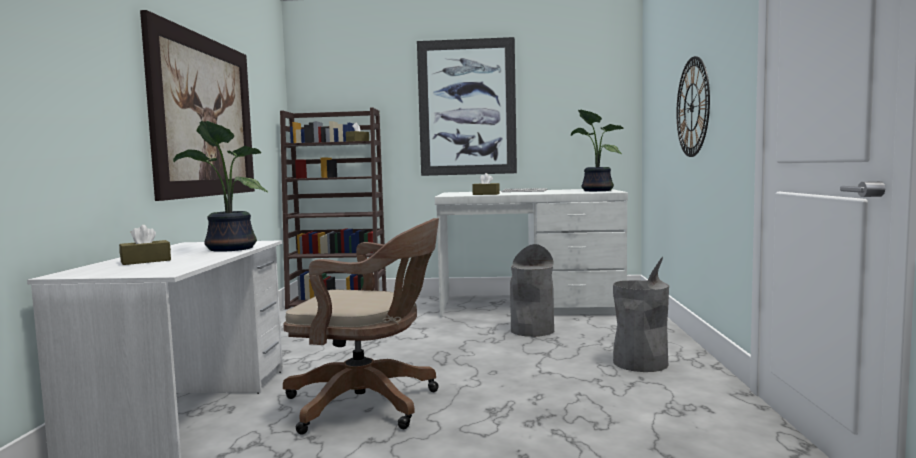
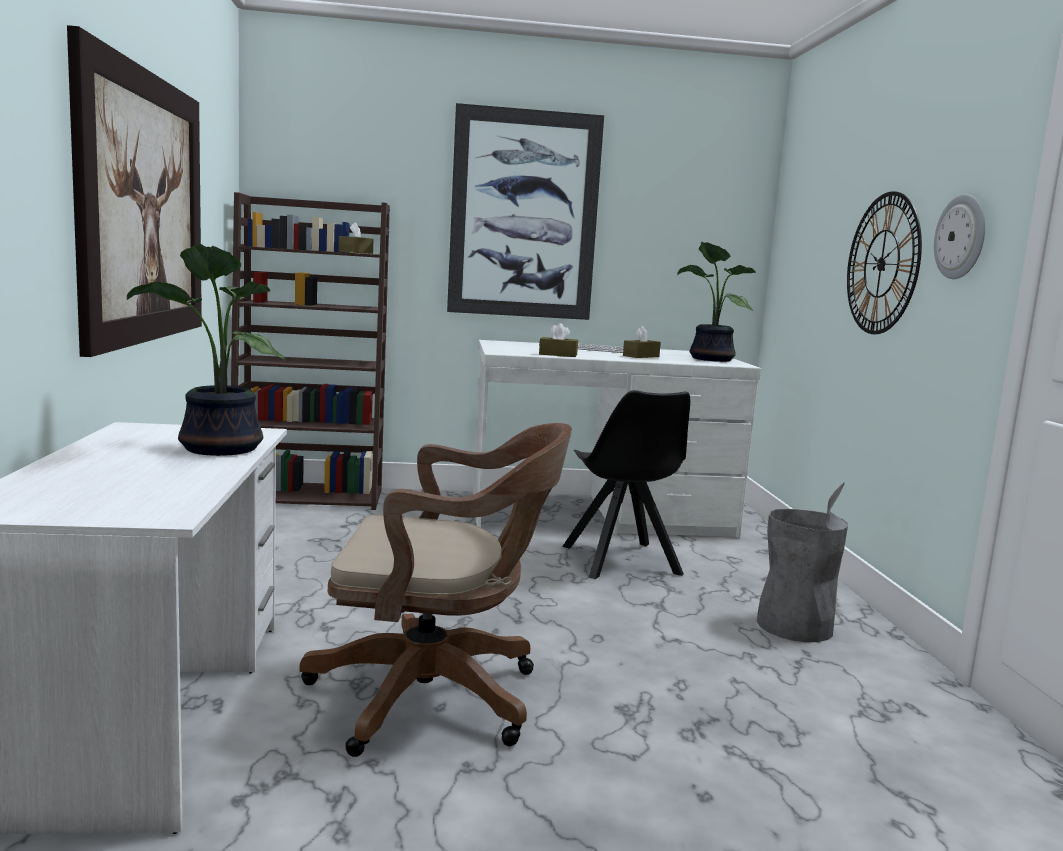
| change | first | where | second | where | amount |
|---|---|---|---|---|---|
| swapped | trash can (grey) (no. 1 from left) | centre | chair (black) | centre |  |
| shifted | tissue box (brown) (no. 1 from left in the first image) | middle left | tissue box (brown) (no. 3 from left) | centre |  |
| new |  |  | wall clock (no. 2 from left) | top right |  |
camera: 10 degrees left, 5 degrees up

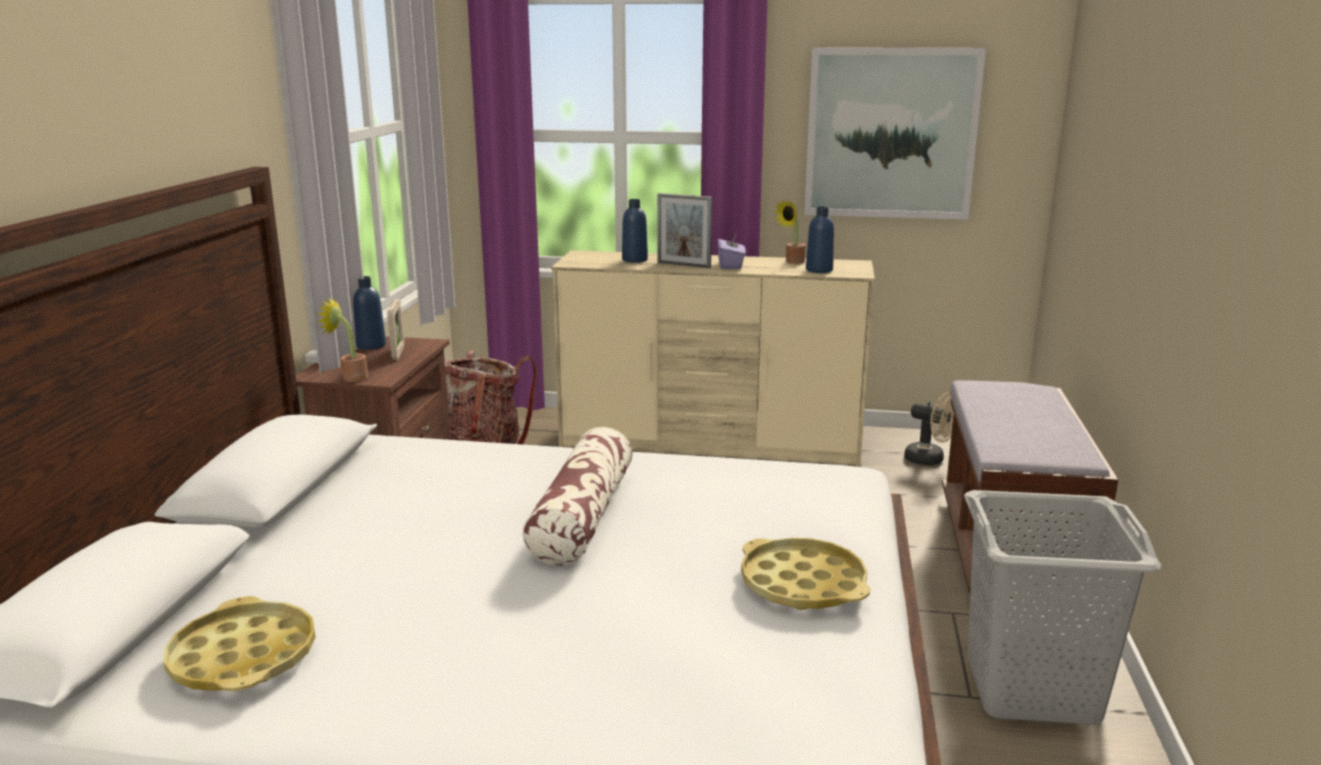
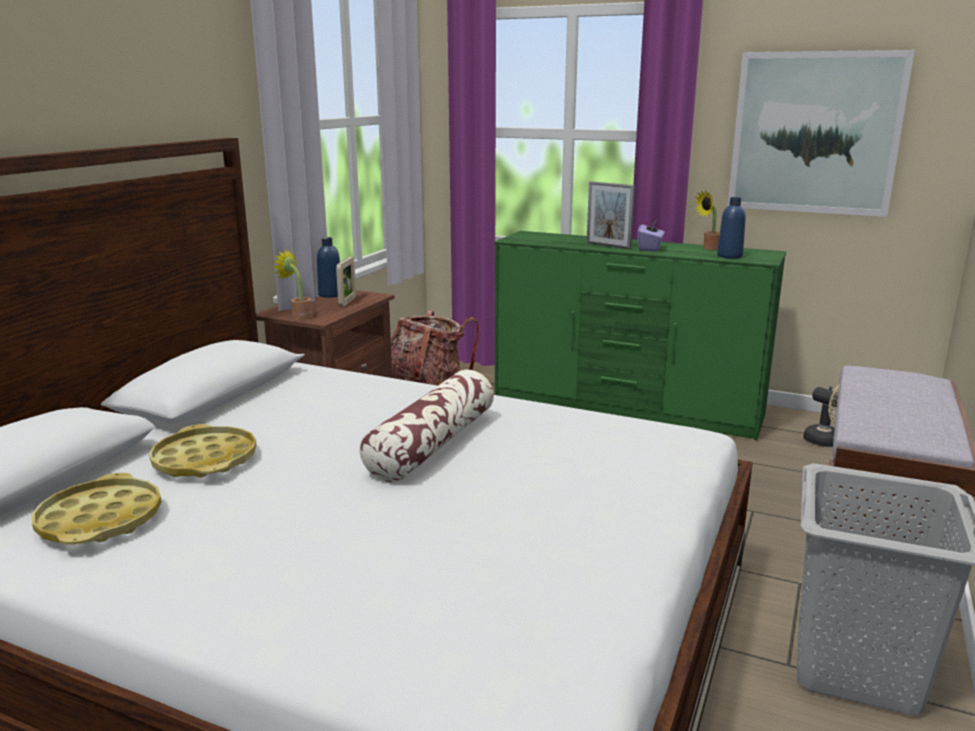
| change | first | where | second | where | amount |
|---|---|---|---|---|---|
| shifted | tray (yellow) (no. 2 from left) | bottom centre |  | middle left |  |
| repainted | dresser (beige) | centre | dresser (green) | centre |  |
| gone | bottle (blue) (no. 2 from left) | top centre |  |  |  |
camera: 15 degrees right, 0 degrees up

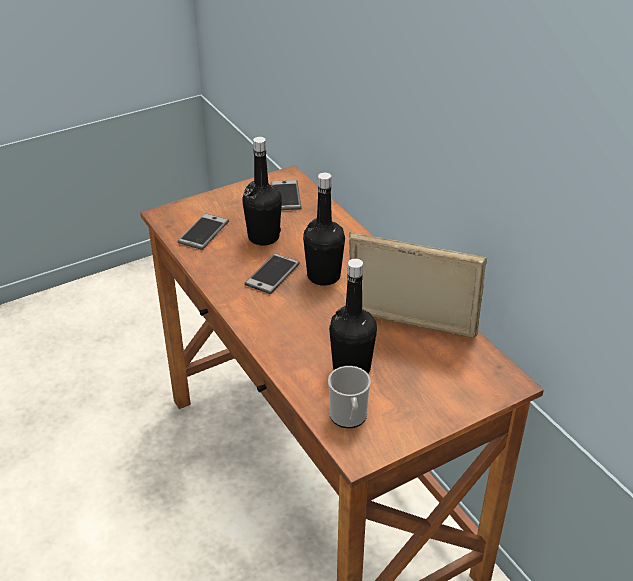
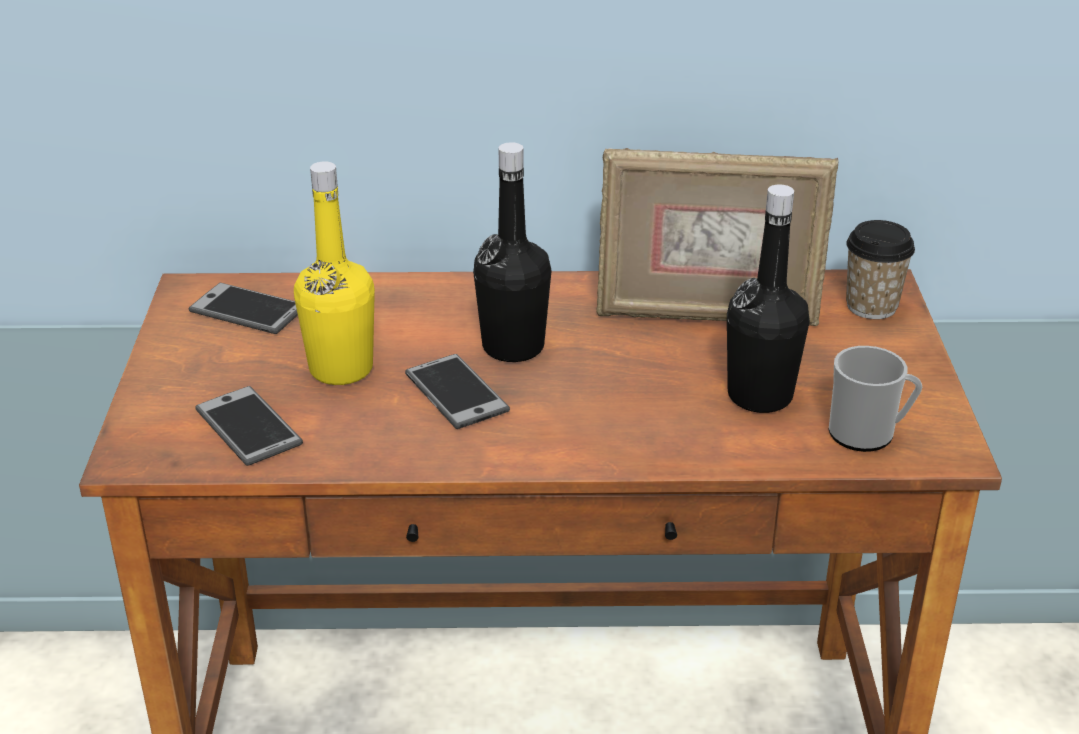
| change | first | where | second | where | amount |
|---|---|---|---|---|---|
| repainted | bottle (black) (no. 1 from left) | top centre | bottle (yellow) | middle left |  |
| rotated | picture frame | centre |  | top centre | 135 degrees counterclockwise |
| new |  |  | cup | middle right |  |
camera: 60 degrees left, 5 degrees down

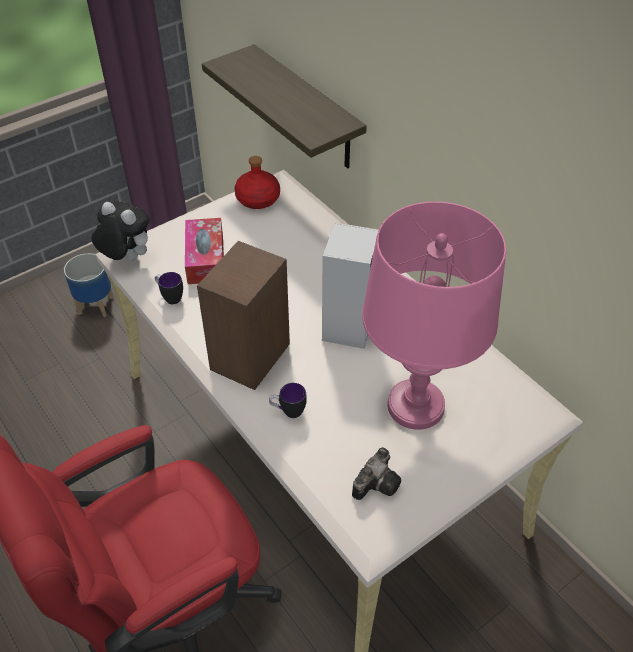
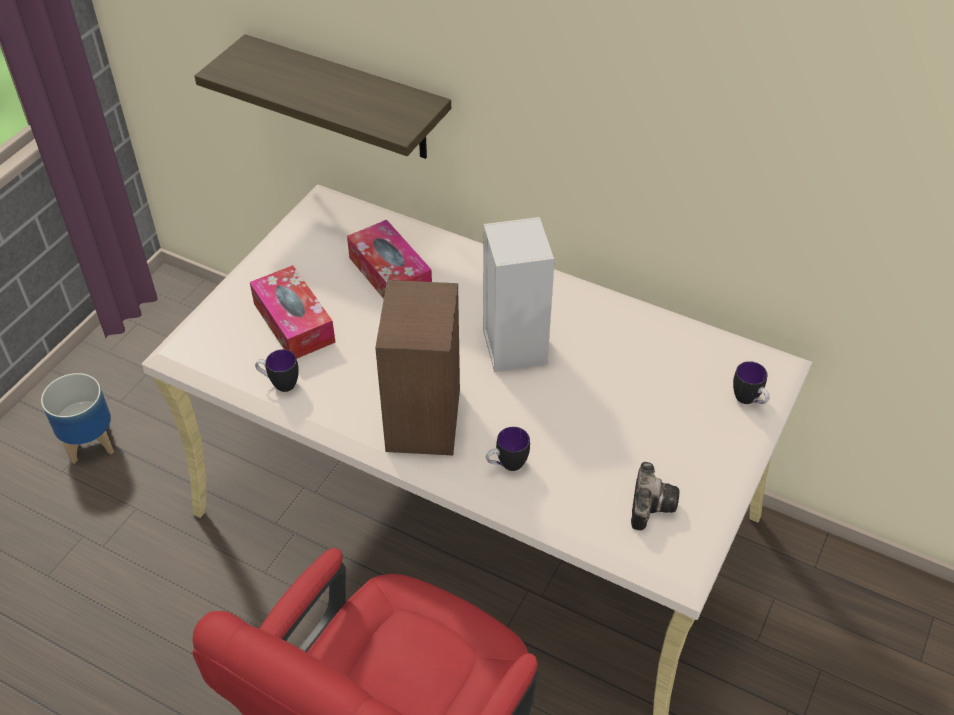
| change | first | where | second | where | amount |
|---|---|---|---|---|---|
| new |  |  | tissue box (no. 2 from left) | centre |  |
| new |  |  | mug (no. 3 from left) | middle right |  |
| gone | plush toy | middle left |  |  |  |
| gone | bottle (red) | top centre |  |  |  |
| gone | table lamp (pink) | middle right |  |  |  |
camera: 25 degrees left, 0 degrees up

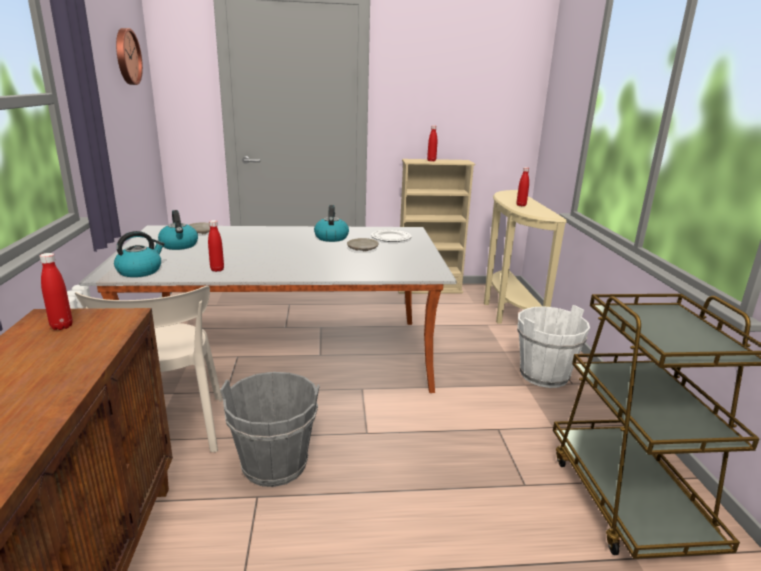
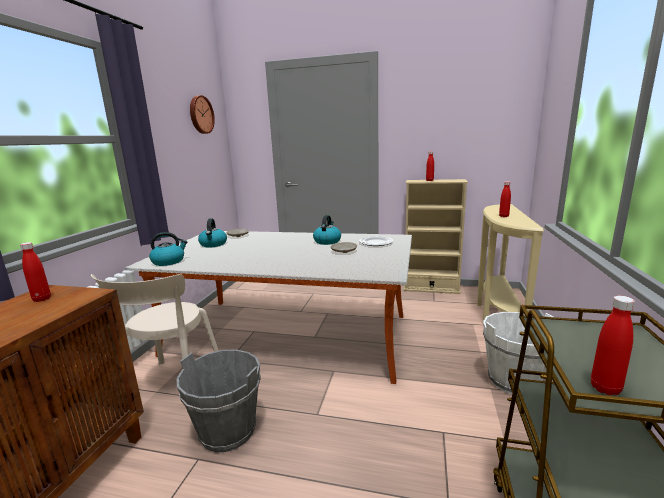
| change | first | where | second | where | amount |
|---|---|---|---|---|---|
| shifted | bottle (red) (no. 2 from left in the first image) | middle left | bottle (red) (no. 4 from left) | bottom right |  |
camera: 20 degrees right, 5 degrees down

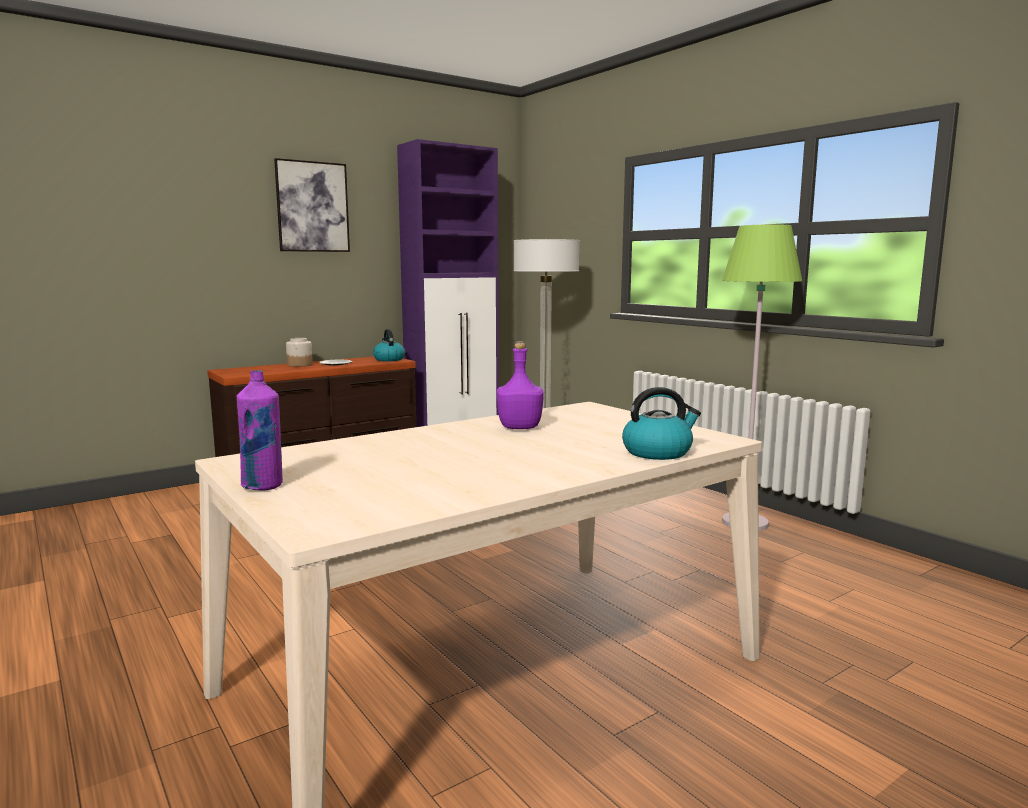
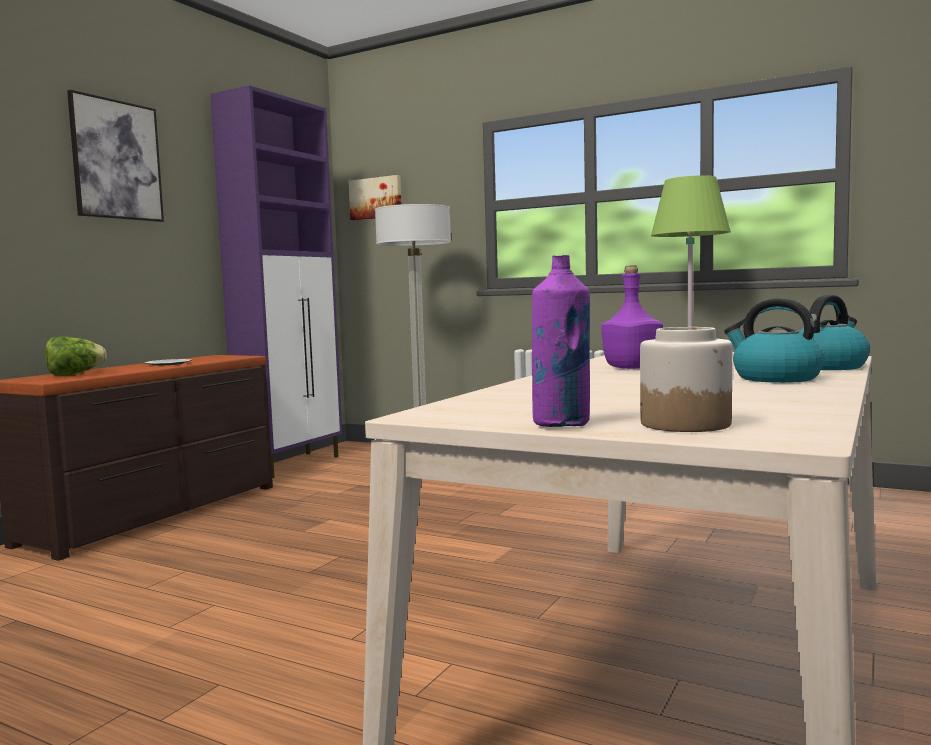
| change | first | where | second | where | amount |
|---|---|---|---|---|---|
| new |  |  | lettuce | middle left |  |
| new |  |  | picture (no. 2 from left) | top centre |  |
| shifted | jar | middle left |  | middle right |  |
| shifted | kettle (no. 1 from left) | centre |  | middle right |  |
camera: 25 degrees left, 5 degrees down

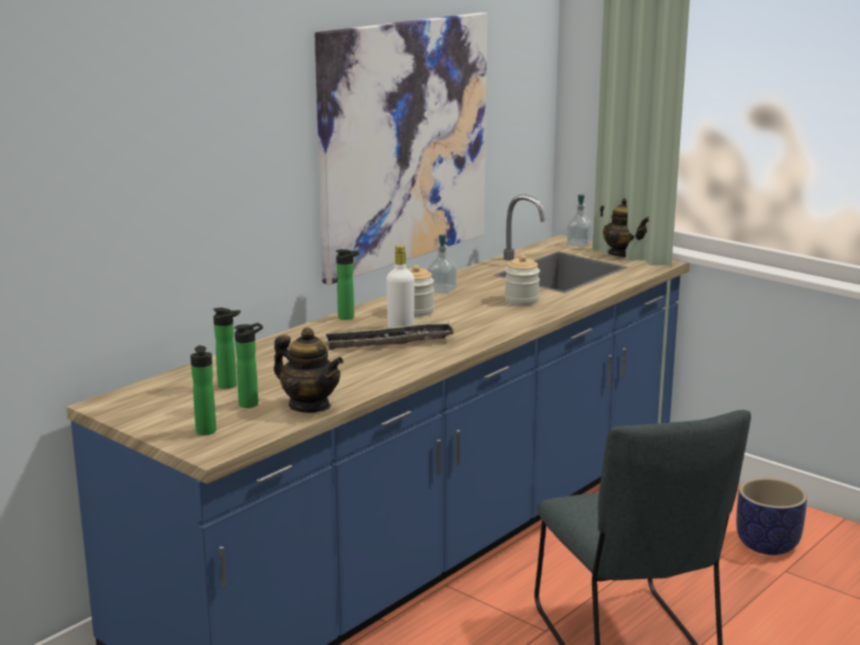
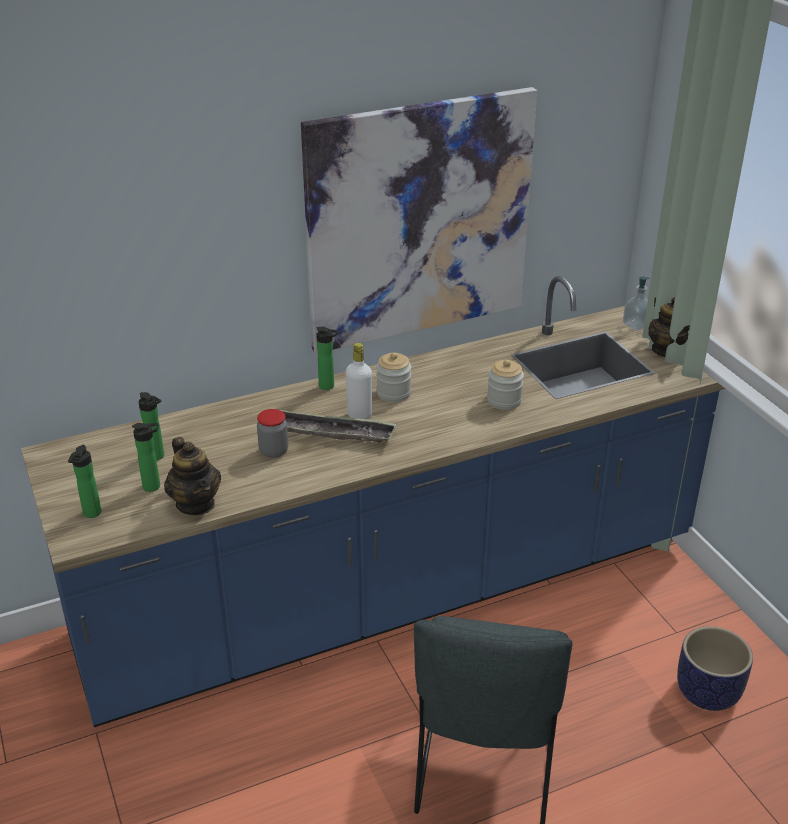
| change | first | where | second | where | amount |
|---|---|---|---|---|---|
| new |  |  | jar (no. 1 from left) | centre |  |
| gone | soap dispenser (no. 1 from left) | centre |  |  |  |
camera: 25 degrees right, 15 degrees up

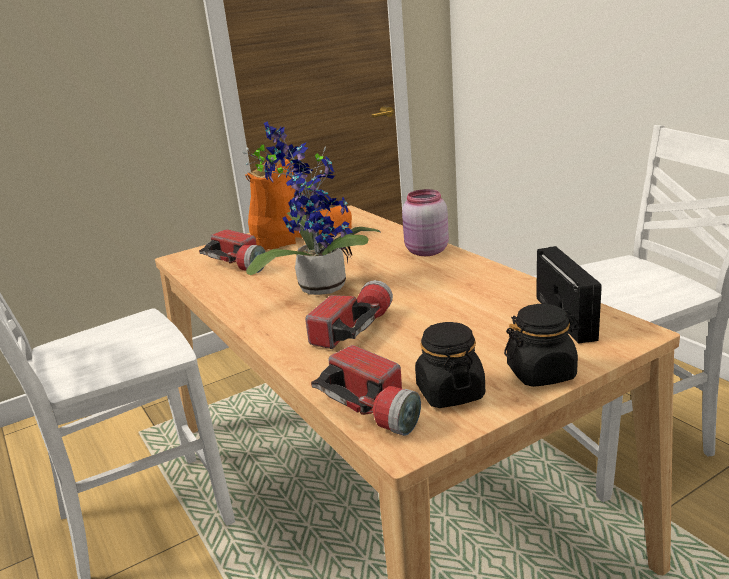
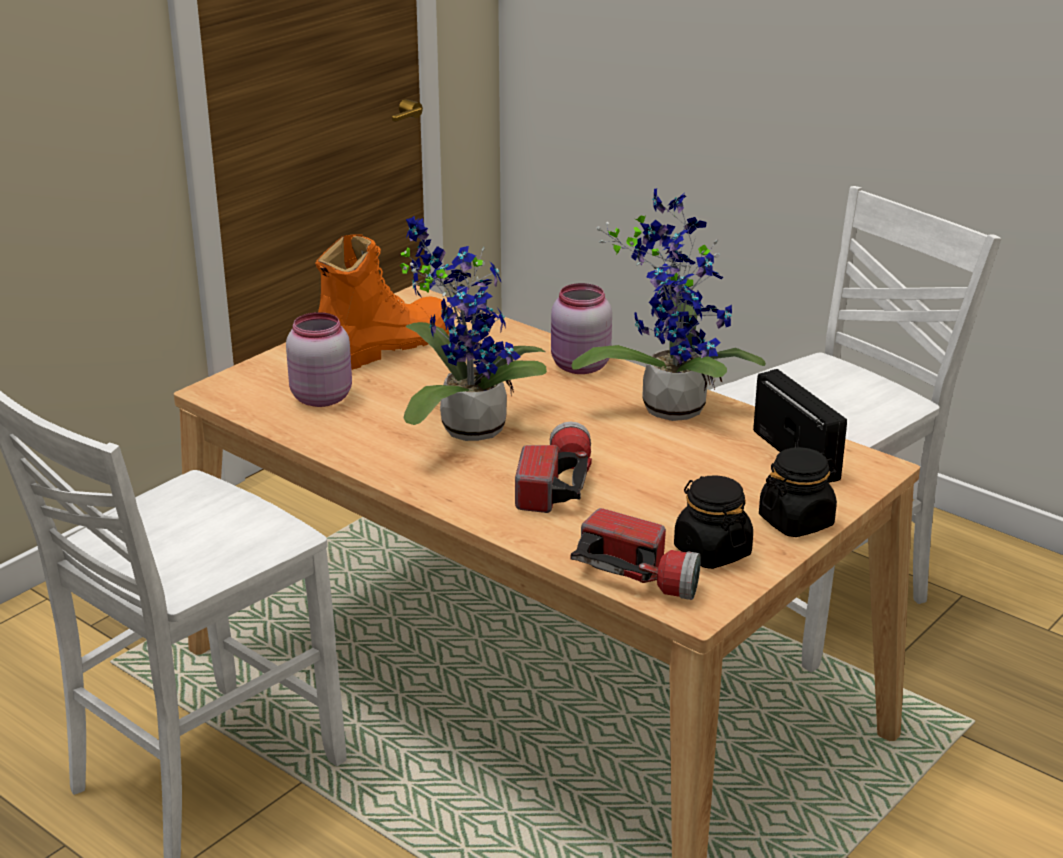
| change | first | where | second | where | amount |
|---|---|---|---|---|---|
| swapped | flashlight (no. 1 from left) | middle left | jar (pink) (no. 1 from left) | middle left |  |
| new |  |  | potted plant (no. 2 from left) | centre |  |
camera: 20 degrees left, 5 degrees up

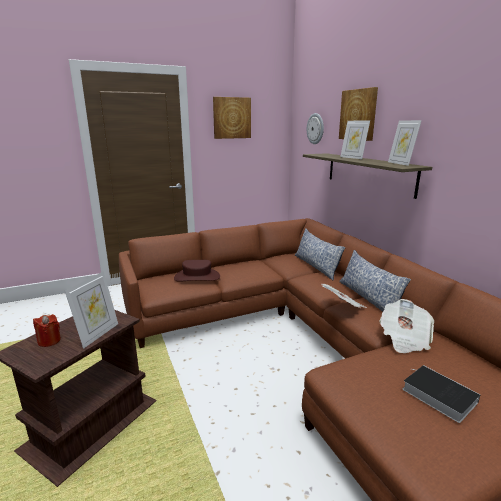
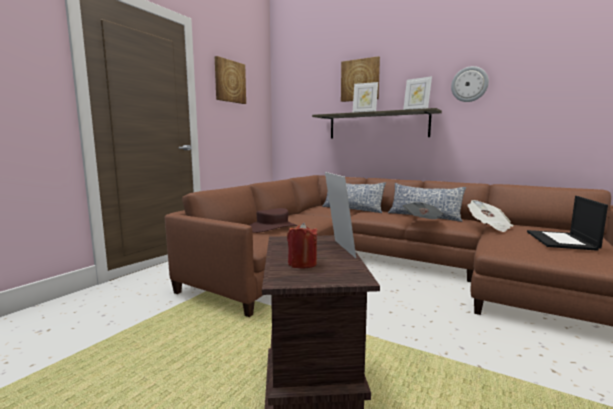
| change | first | where | second | where | amount |
|---|---|---|---|---|---|
| shifted | wall clock | top centre |  | top right |  |
| swapped | book | bottom right | laptop | middle right |  |
camera: 35 degrees left, 10 degrees down

